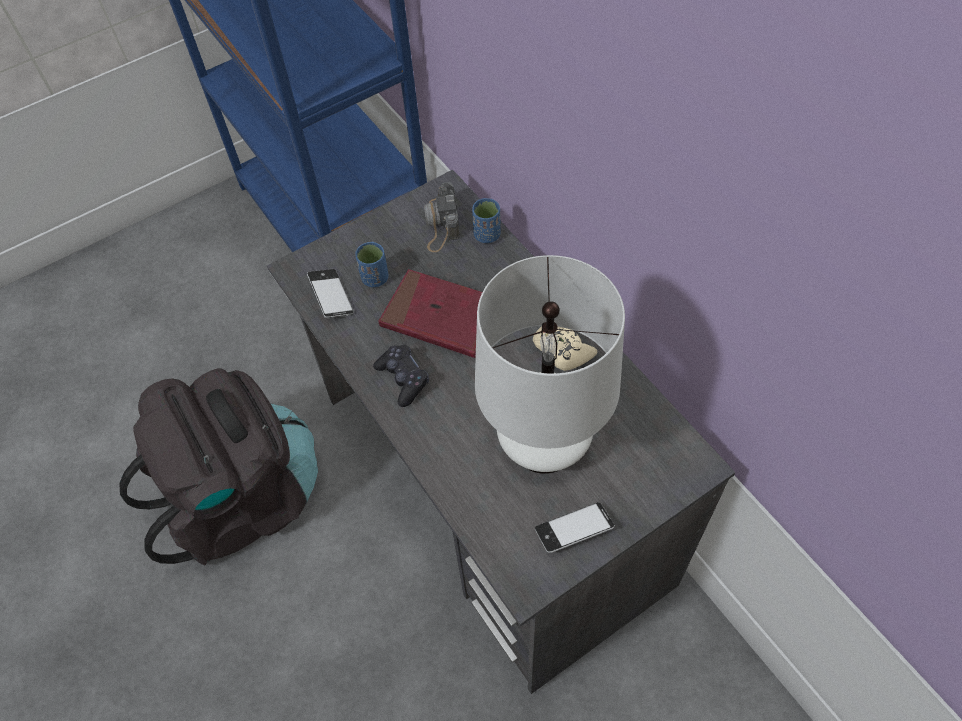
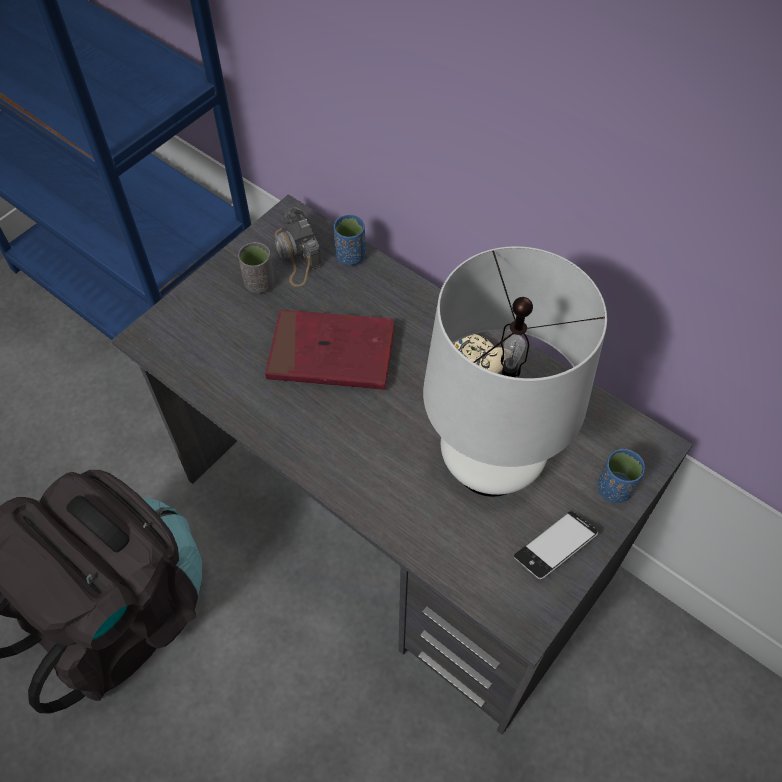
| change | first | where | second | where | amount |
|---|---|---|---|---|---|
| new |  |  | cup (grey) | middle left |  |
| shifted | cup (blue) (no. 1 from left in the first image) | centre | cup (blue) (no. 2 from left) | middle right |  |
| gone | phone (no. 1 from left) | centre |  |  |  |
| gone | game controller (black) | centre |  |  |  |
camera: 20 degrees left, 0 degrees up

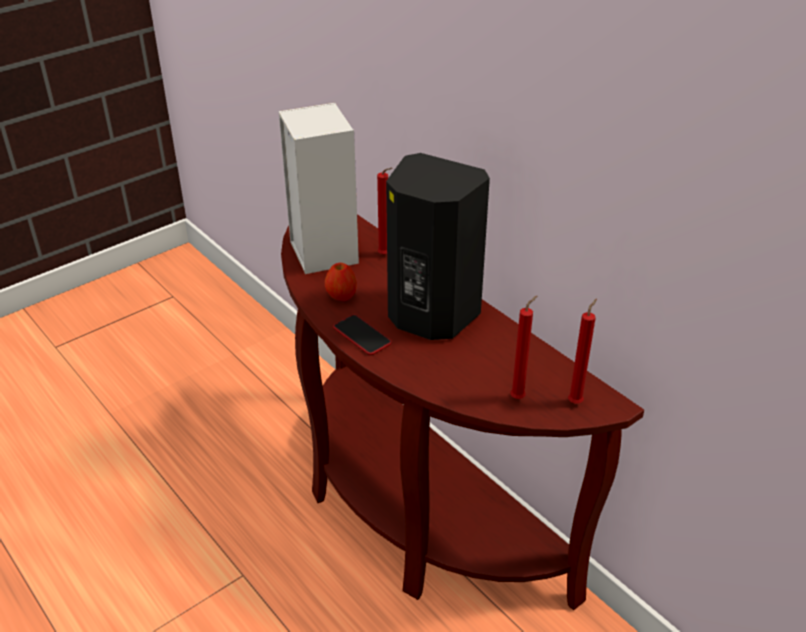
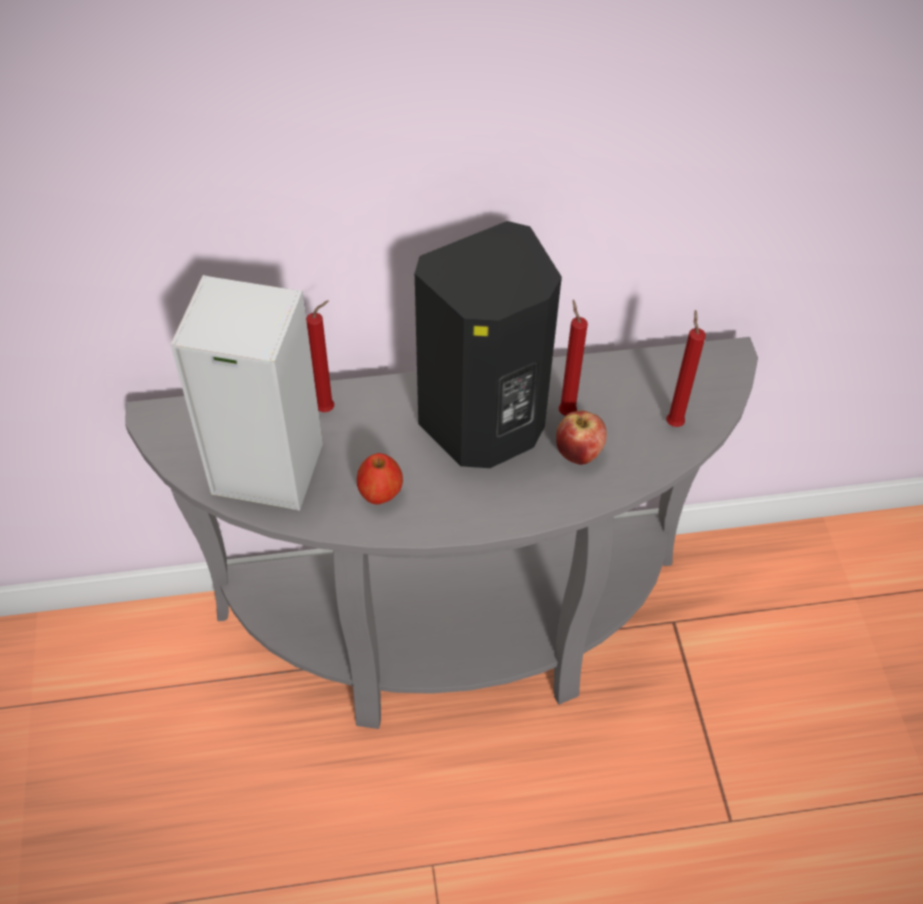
| change | first | where | second | where | amount |
|---|---|---|---|---|---|
| repainted | console table (brown) | centre | console table (grey) | centre |  |
| new |  |  | apple (no. 2 from left) | centre |  |
| shifted | candle (red) (no. 3 from left in the first image) | middle right | candle (red) (no. 2 from left) | centre |  |
| gone | phone | centre |  |  |  |
camera: 60 degrees left, 15 degrees up

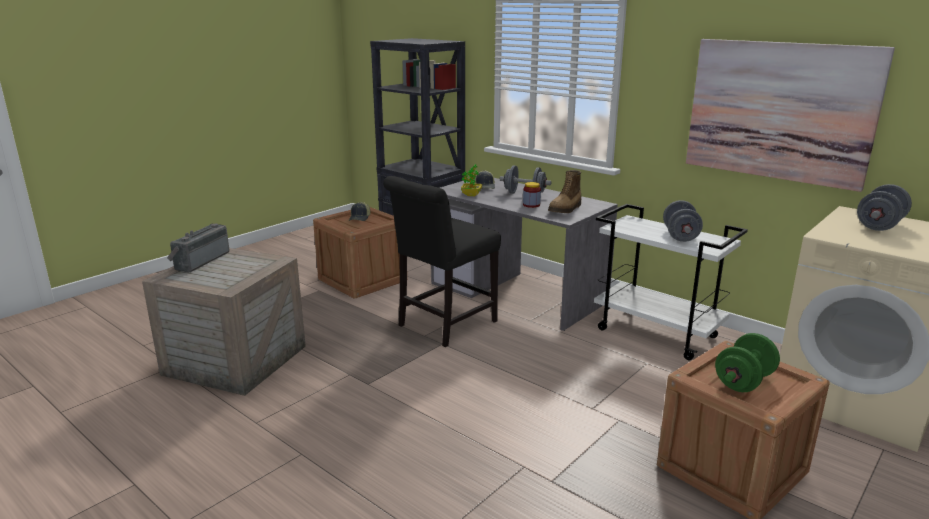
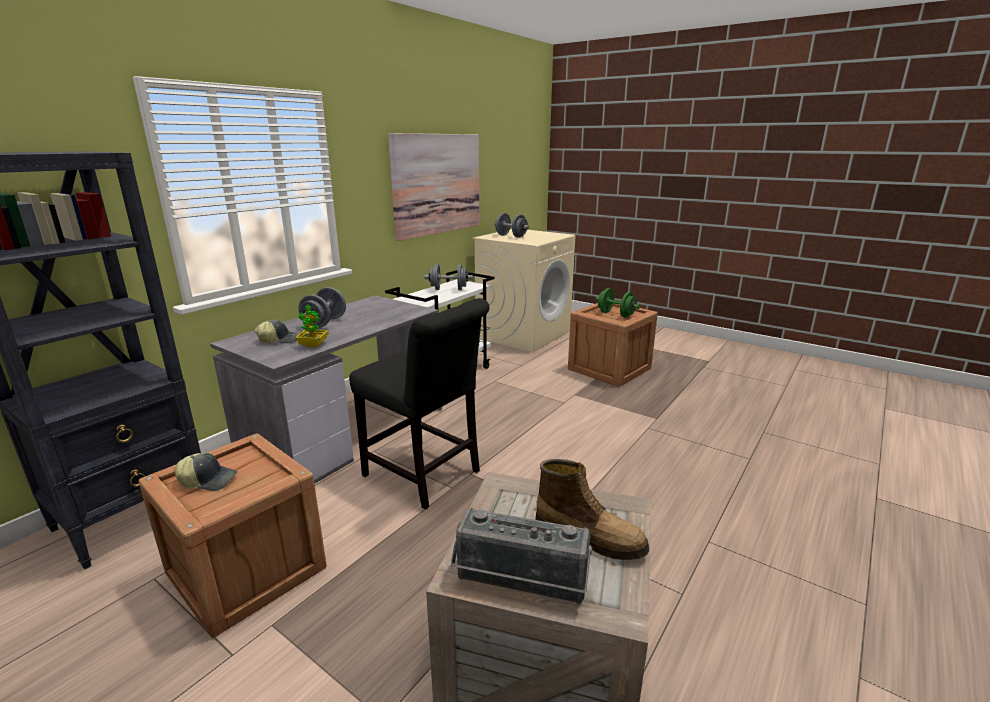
| change | first | where | second | where | amount |
|---|---|---|---|---|---|
| shifted | boot | centre |  | bottom centre |  |
| gone | jar | centre |  |  |  |
camera: 95 degrees left, 0 degrees up

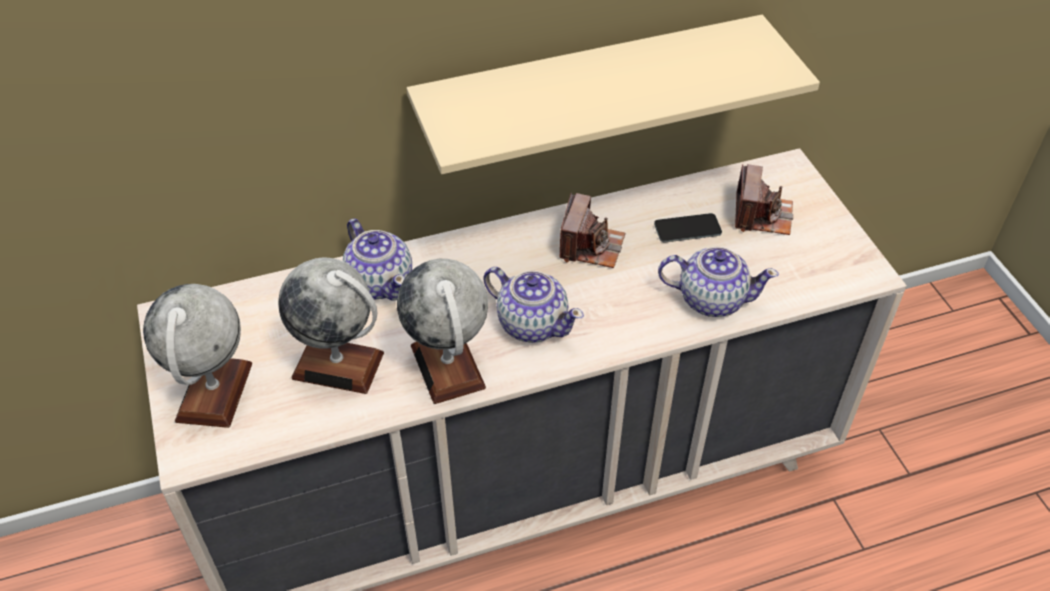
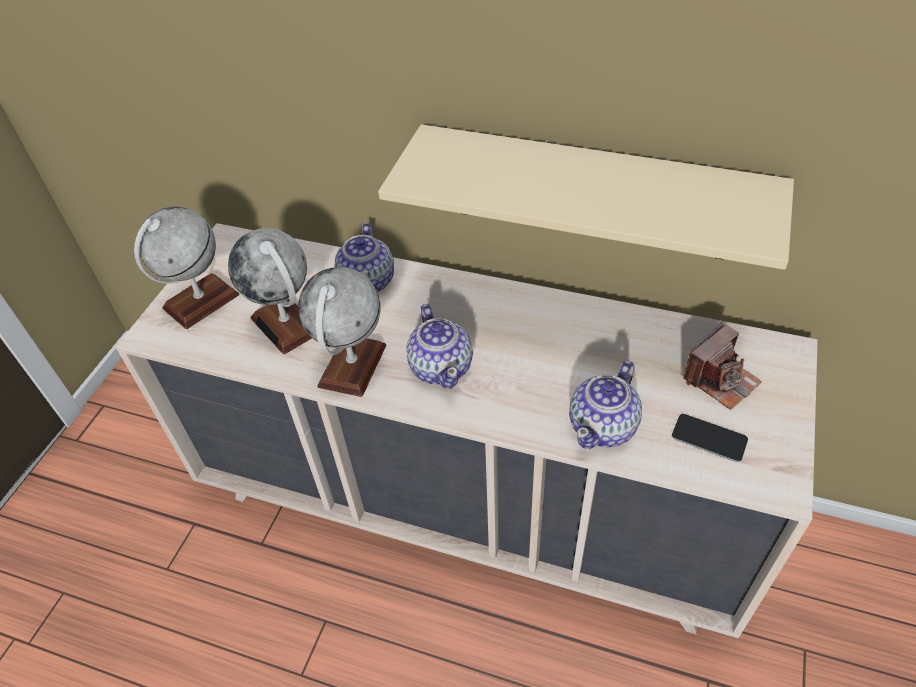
| change | first | where | second | where | amount |
|---|---|---|---|---|---|
| rotated | teapot (no. 3 from left) | middle right |  | centre | 75 degrees clockwise |
| shifted | phone | centre |  | middle right |  |
| gone | photo camera (no. 1 from left) | centre |  |  |  |
camera: 40 degrees right, 0 degrees up

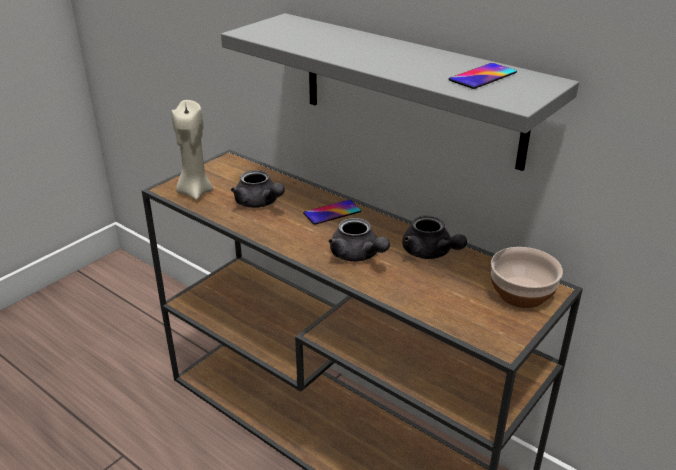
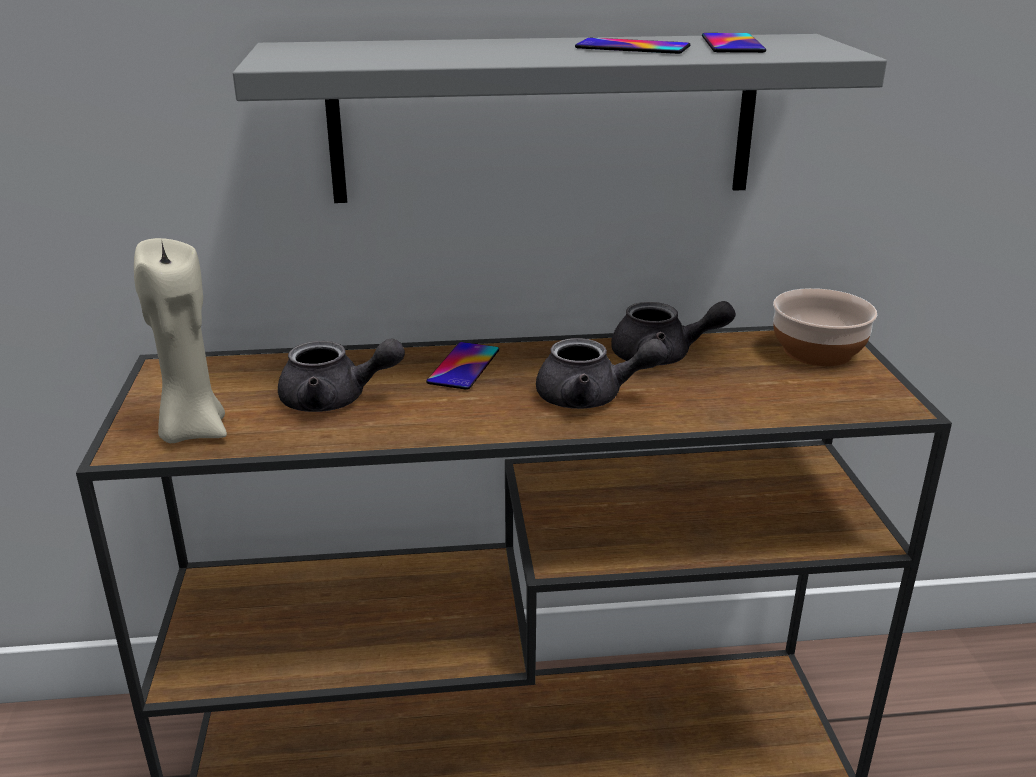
| change | first | where | second | where | amount |
|---|---|---|---|---|---|
| new |  |  | phone (no. 2 from left) | top centre |  |
camera: 45 degrees left, 5 degrees down

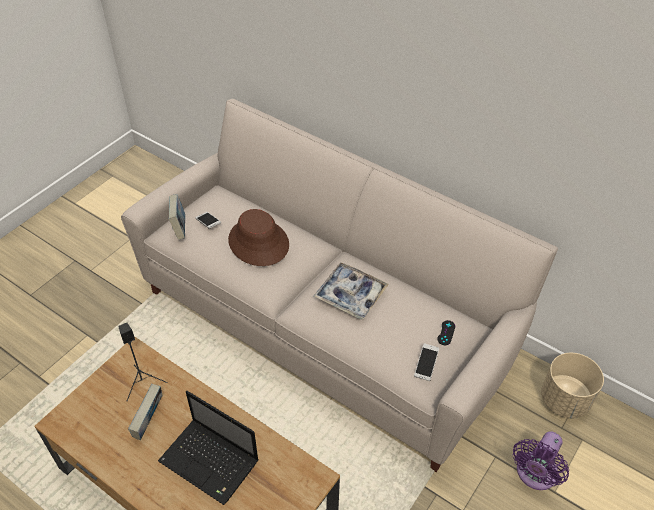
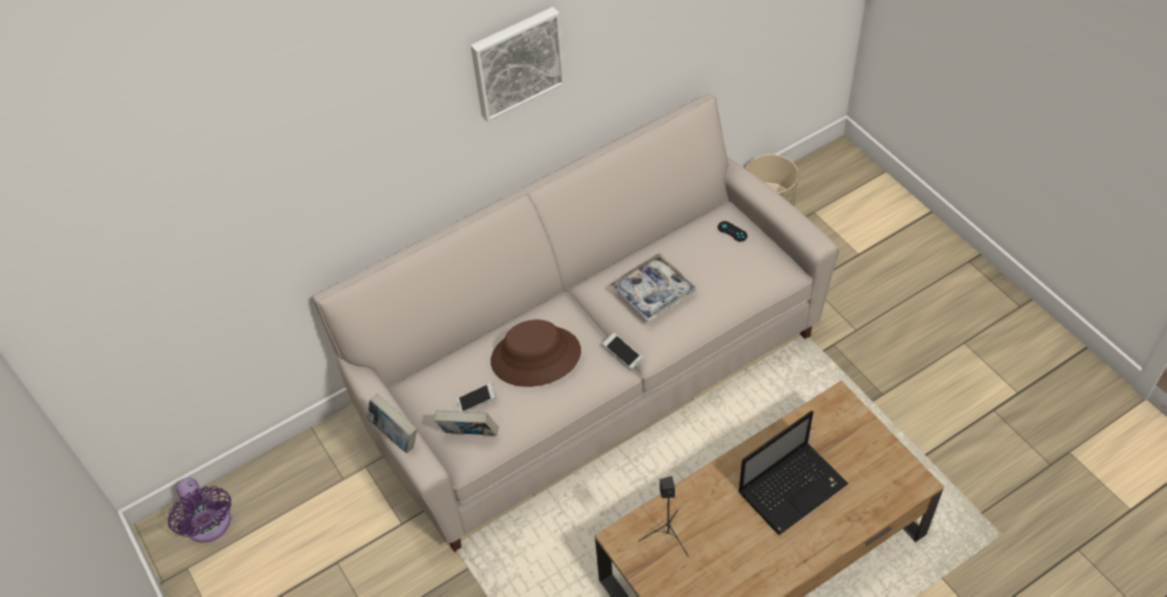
| change | first | where | second | where | amount |
|---|---|---|---|---|---|
| shifted | fan (purple) | bottom right |  | bottom left |  |
| shifted | book (no. 1 from left) | bottom left |  | bottom centre |  |
| new |  |  | picture | top centre |  |
| shifted | phone (no. 2 from left) | bottom centre |  | centre |  |
camera: 65 degrees left, 5 degrees up

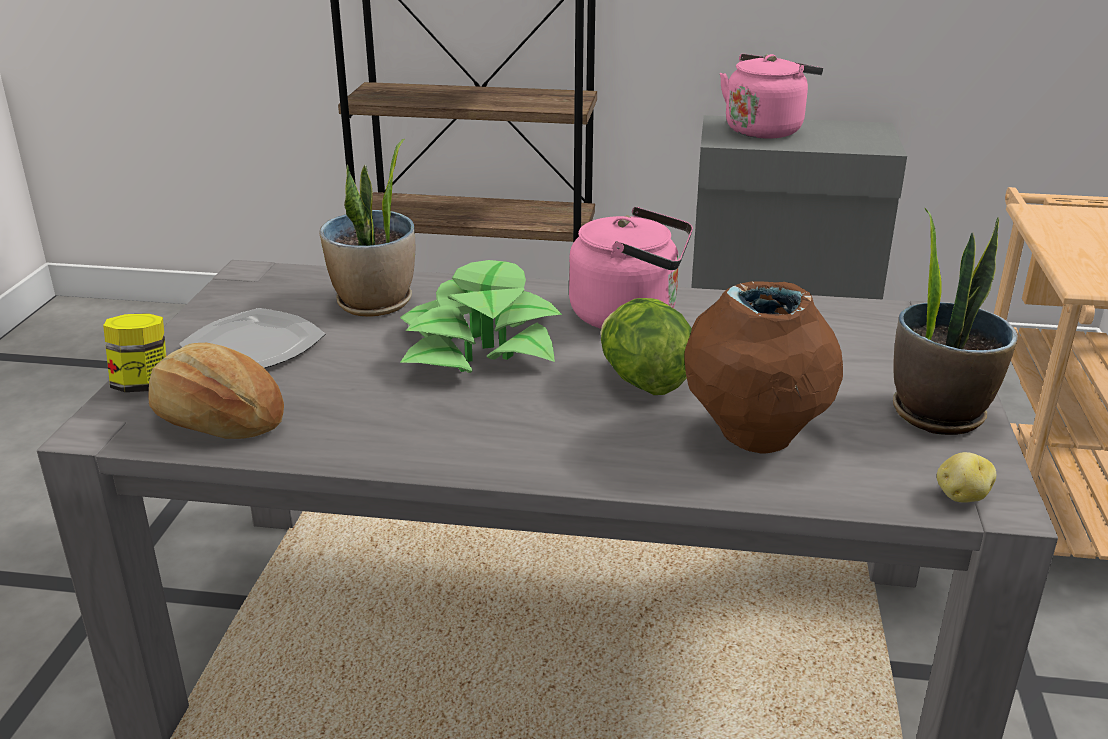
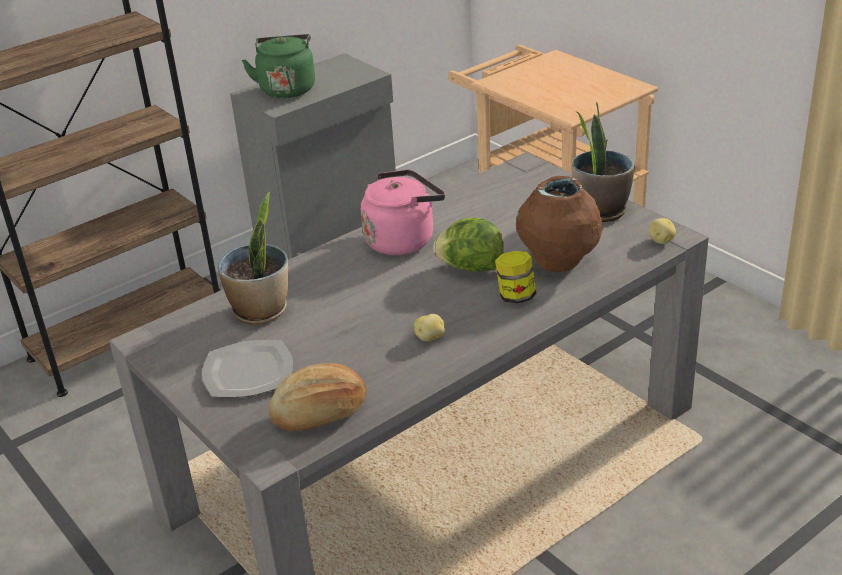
| change | first | where | second | where | amount |
|---|---|---|---|---|---|
| repainted | kettle (pink) (no. 2 from left) | top right | kettle (green) | top left |  |
| new |  |  | potato (no. 1 from left) | centre |  |
| shifted | jar | middle left |  | centre |  |
| gone | potted plant (no. 2 from left) | centre |  |  |  |
camera: 45 degrees left, 5 degrees up

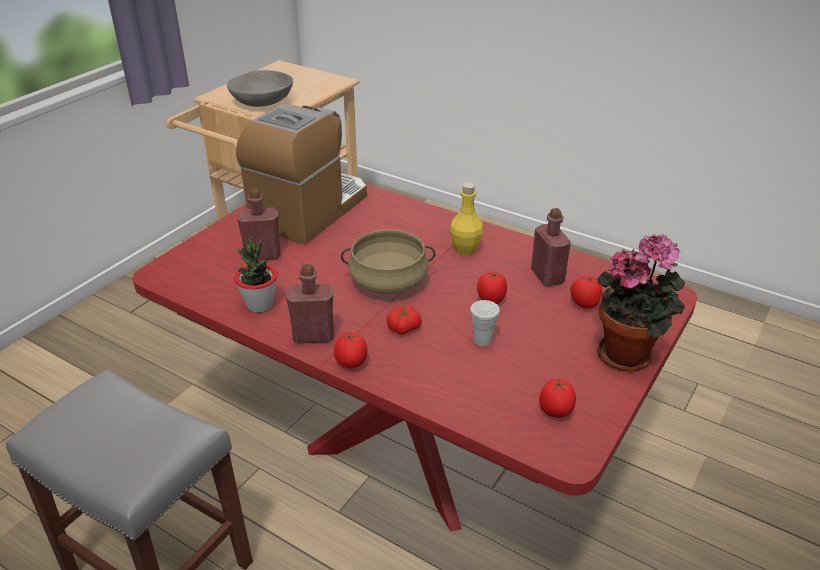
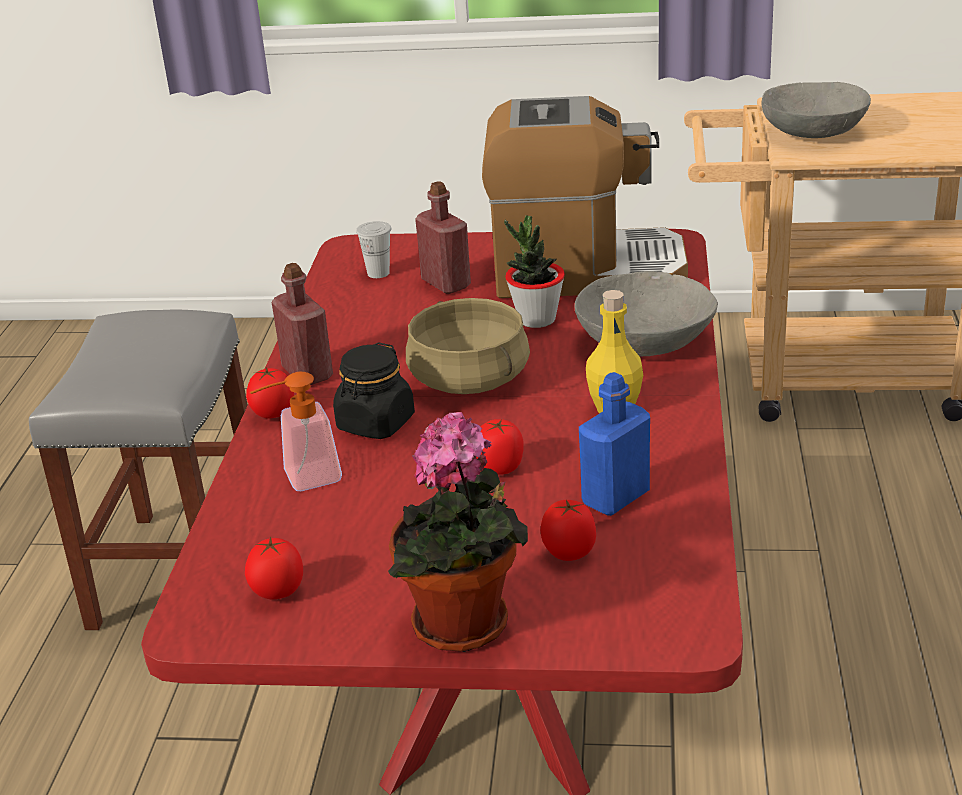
| change | first | where | second | where | amount |
|---|---|---|---|---|---|
| new |  |  | soap dispenser | middle left |  |
| swapped | tomato (no. 2 from left) | centre | jar (black) | centre |  |
| shifted | cup (white) | centre |  | top centre |  |
| shifted | potted plant (no. 1 from left in the first image) | middle left | potted plant (no. 2 from left) | centre |  |
| new |  |  | bowl (grey) (no. 1 from left) | middle right |  |
| repainted | bottle (red) (no. 3 from left) | middle right | bottle (blue) | centre |  |
camera: 65 degrees right, 5 degrees down

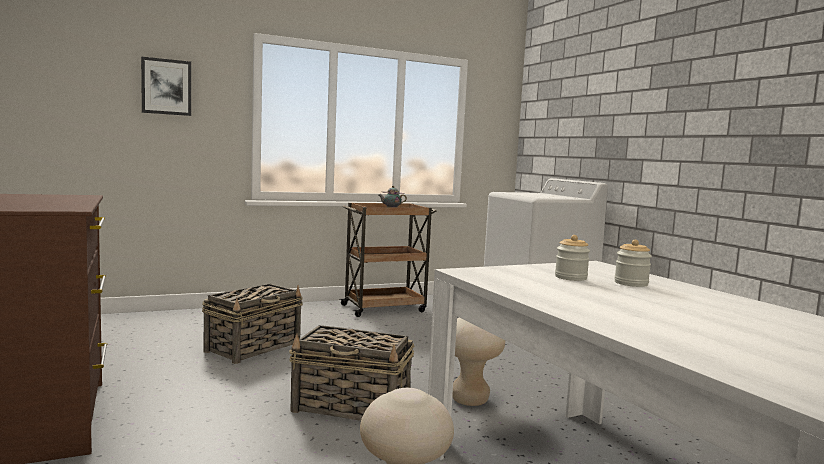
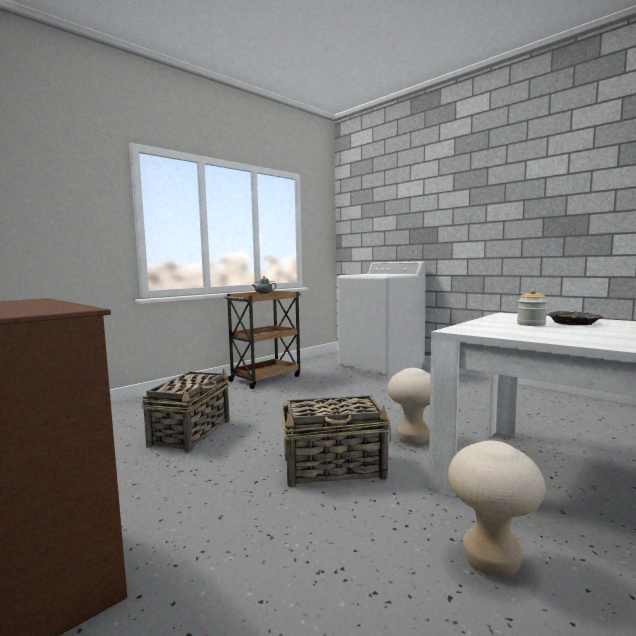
| change | first | where | second | where | amount |
|---|---|---|---|---|---|
| swapped | jar (no. 2 from left) | middle right | bowl | middle right |  |
| gone | picture | top left |  |  |  |
camera: 20 degrees left, 0 degrees up

